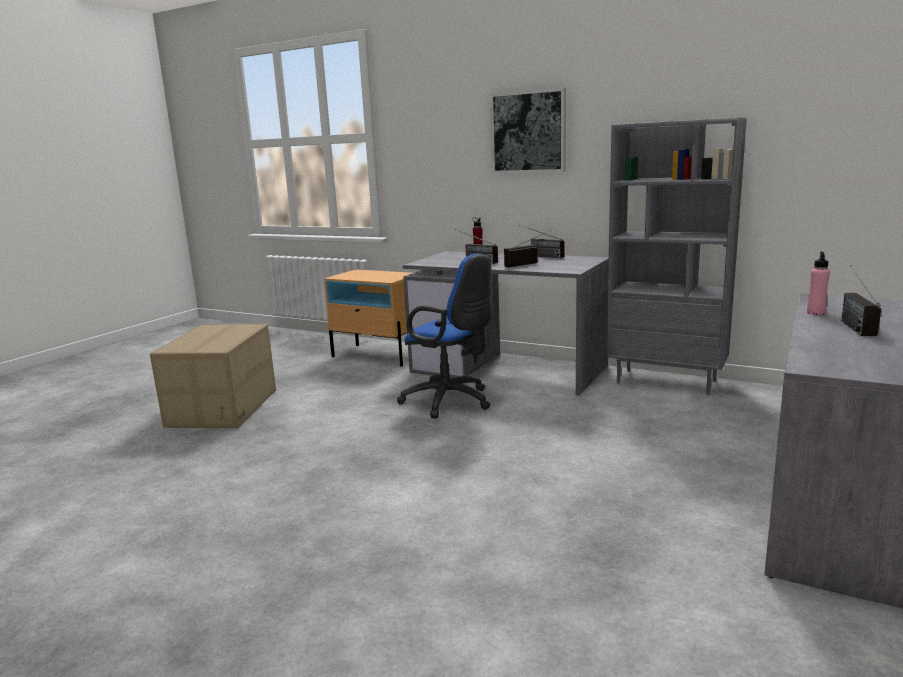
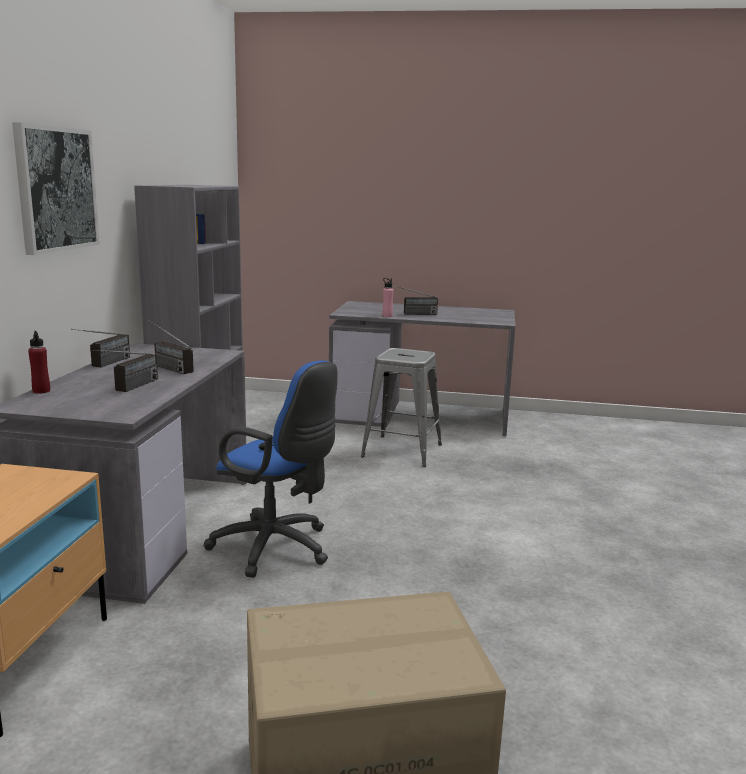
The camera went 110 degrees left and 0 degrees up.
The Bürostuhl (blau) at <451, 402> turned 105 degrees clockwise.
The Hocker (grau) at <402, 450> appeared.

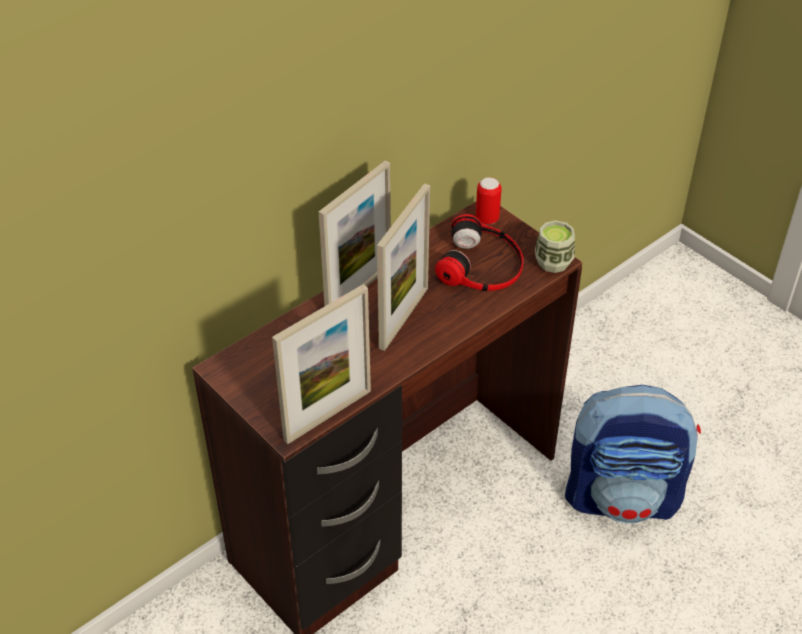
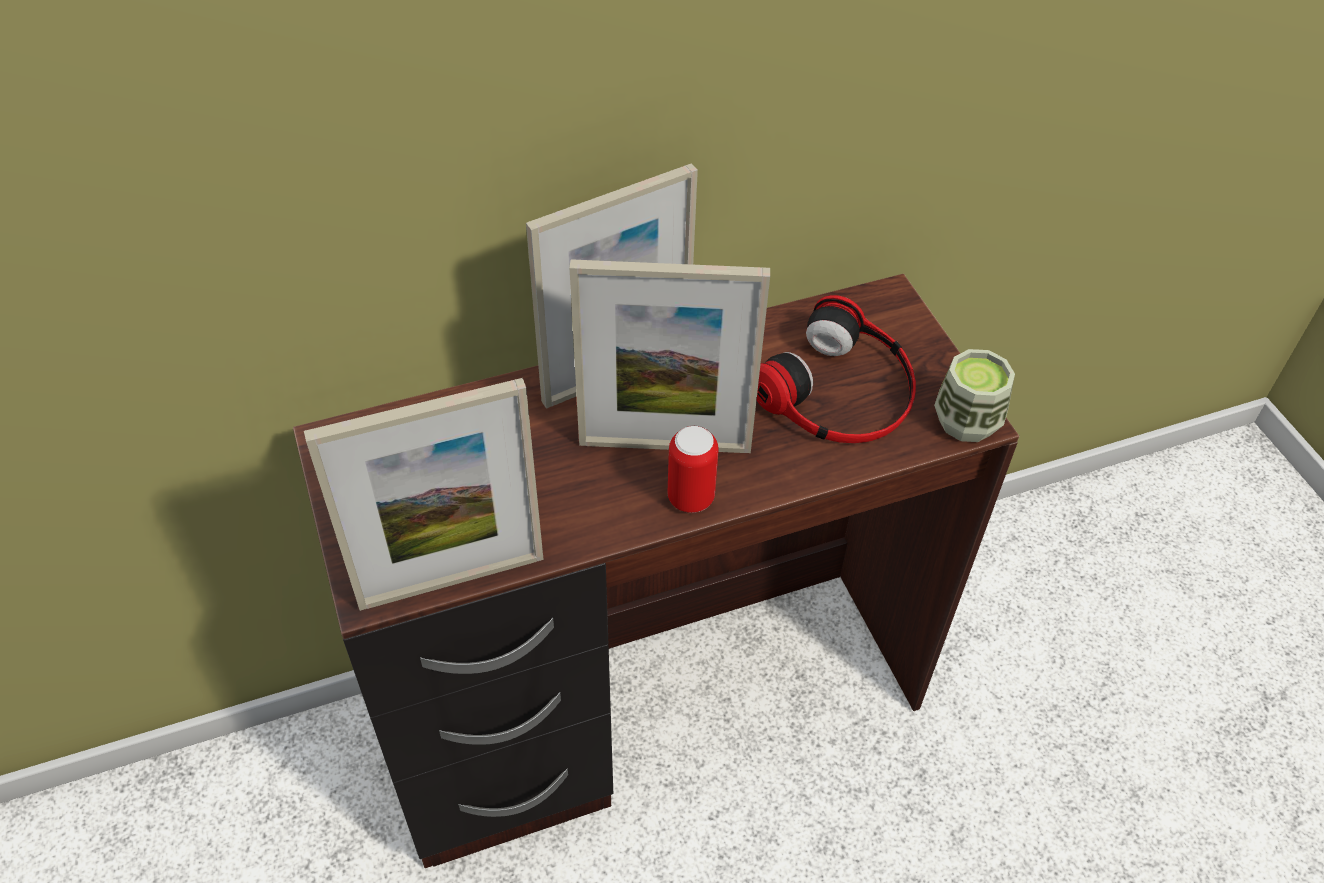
The camera went 20 degrees right and 5 degrees up.
The Bilderrahmen at <404, 318> turned 45 degrees clockwise.
The Dose moved from <487, 219> to <690, 498>.
The Rucksack at <623, 497> disappeared.

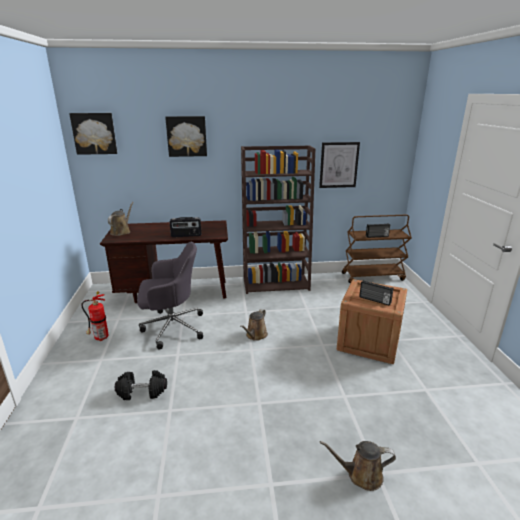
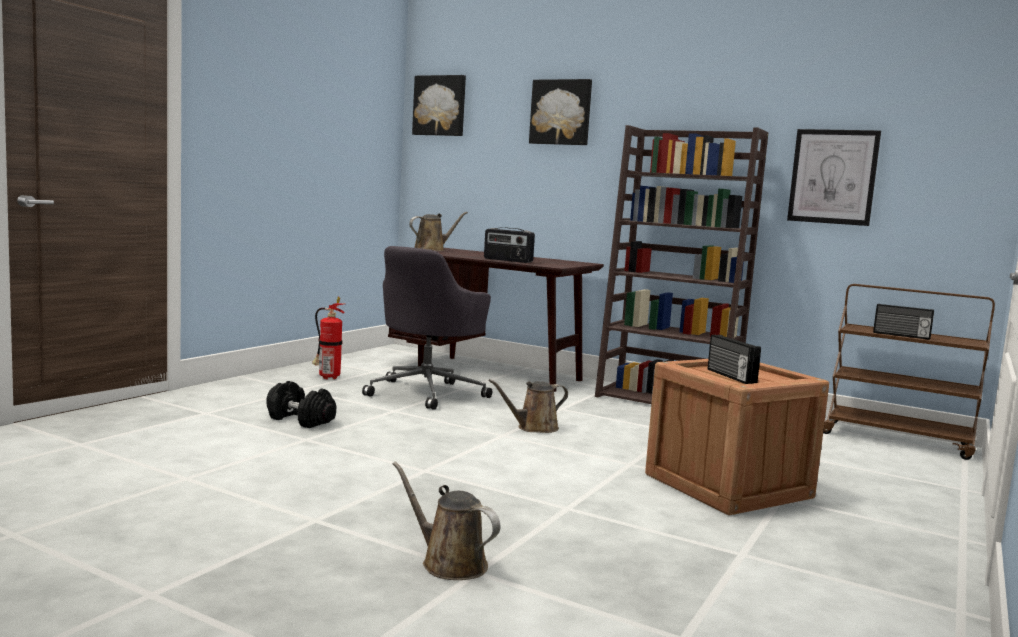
The camera went 35 degrees right and 15 degrees down.
The Bürostuhl (grau) at <171, 327> turned 90 degrees clockwise.

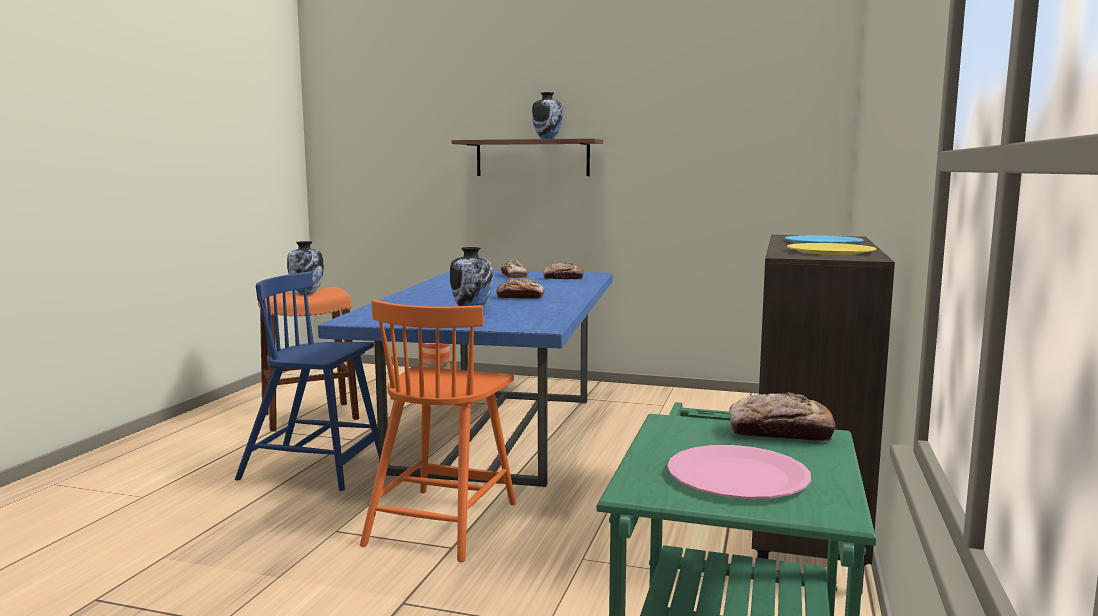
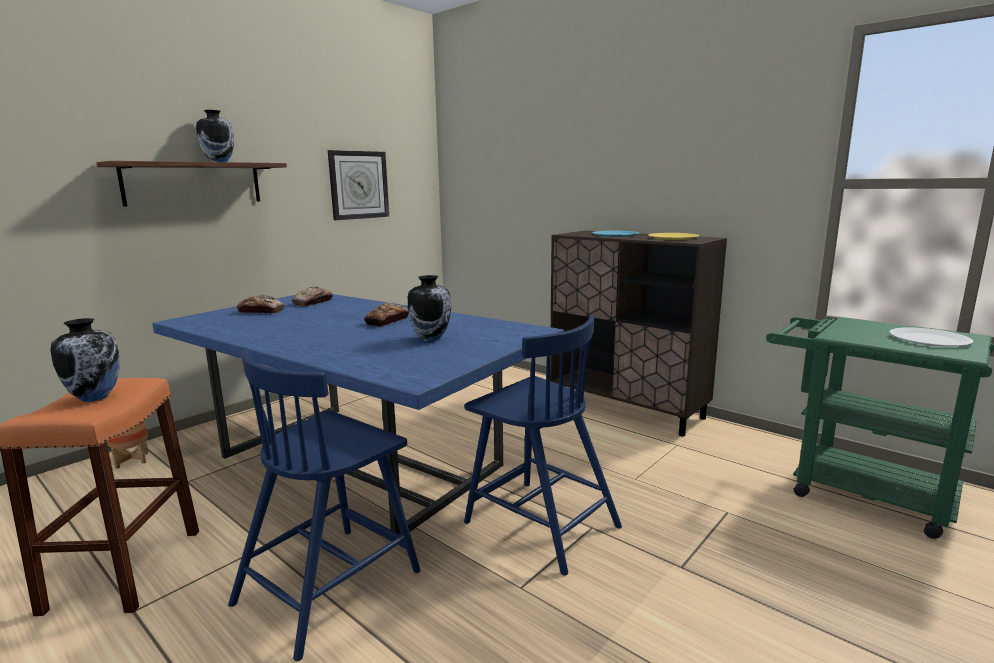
The camera went 65 degrees left and 5 degrees up.
The Stuhl (orange) at <442, 522> became the Stuhl (blau) at <539, 523>.
The Teller (rosa) at <738, 476> became the Teller (weiß) at <929, 339>.
The Brot at <779, 432> disappeared.
The Wanduhr at <358, 185> appeared.

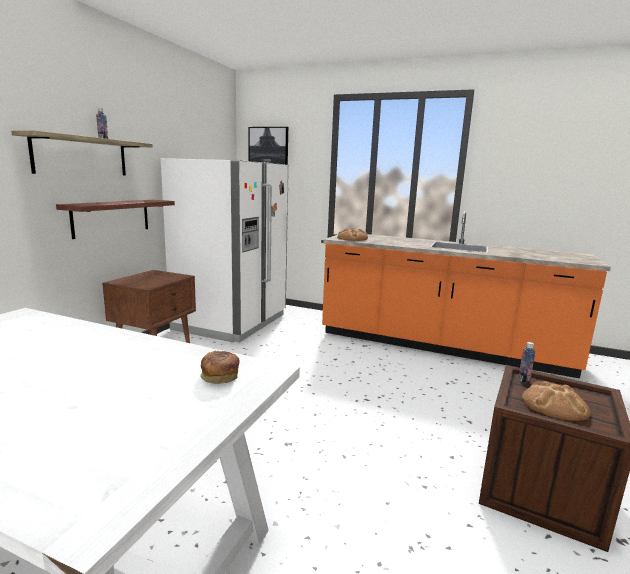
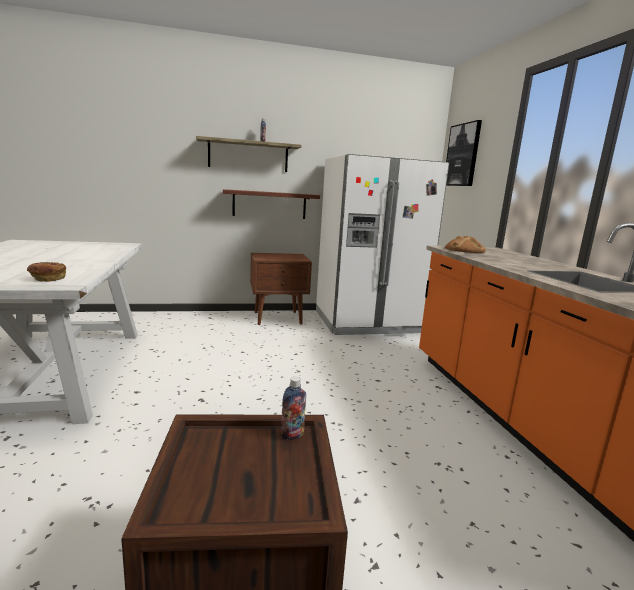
The camera went 55 degrees right and 0 degrees up.
The Brot at <554, 405> disappeared.

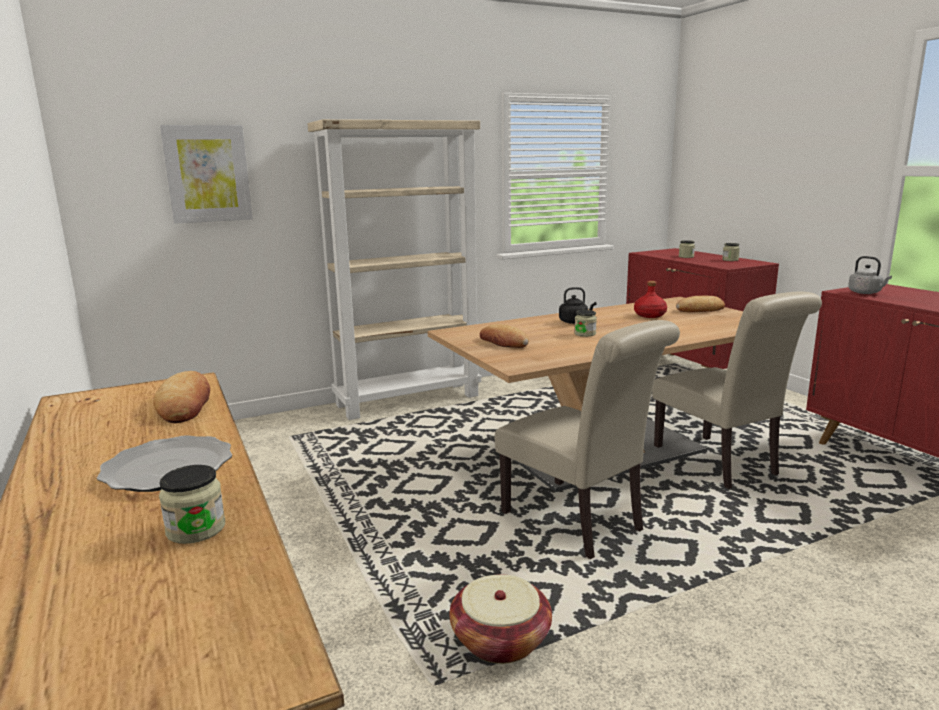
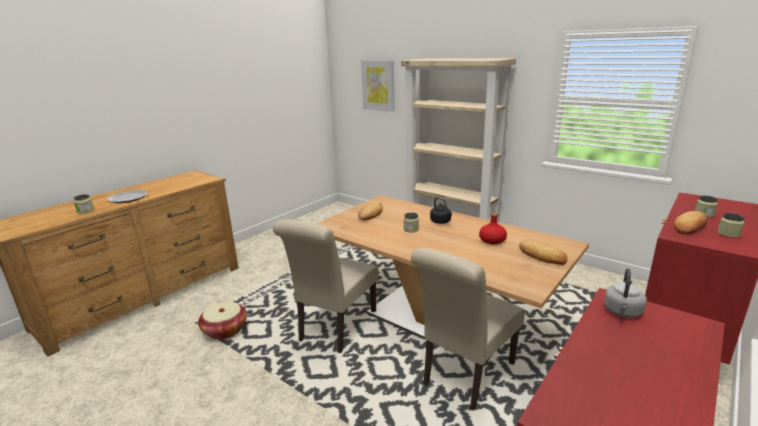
The camera went 65 degrees right and 5 degrees up.
The Brot moved from <185, 404> to <690, 226>.

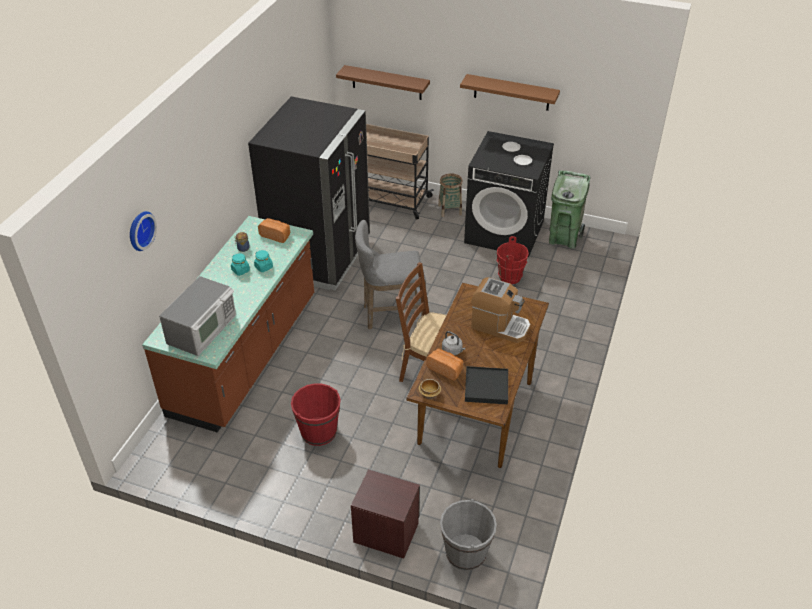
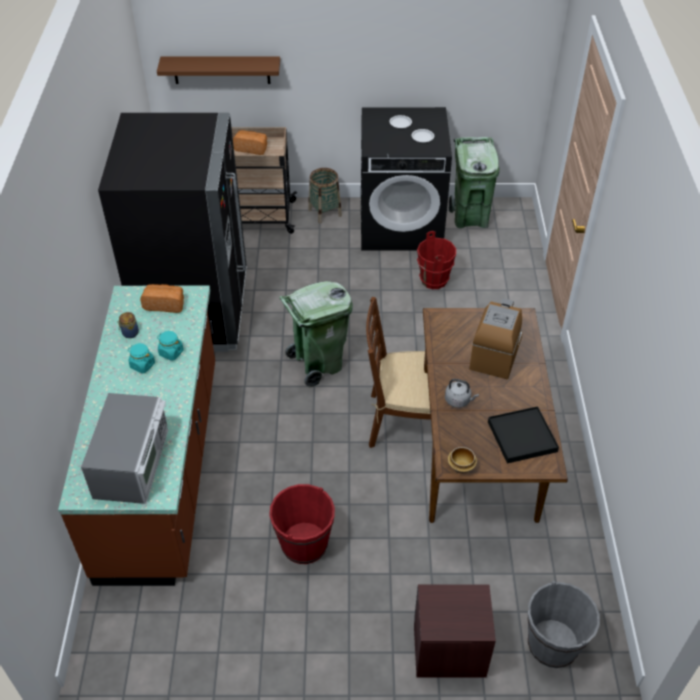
The camera went 20 degrees left and 5 degrees up.
The Wanduhr at <139, 230> disappeared.
The Hocker (grau) at <390, 315> was replaced by the Mülleimer (grün) at <318, 364>.
The Brot moved from <445, 369> to <251, 148>.
The Wandregal (braun) at <511, 92> disappeared.
The Kaffeemaschine at <499, 326> turned 75 degrees counterclockwise.

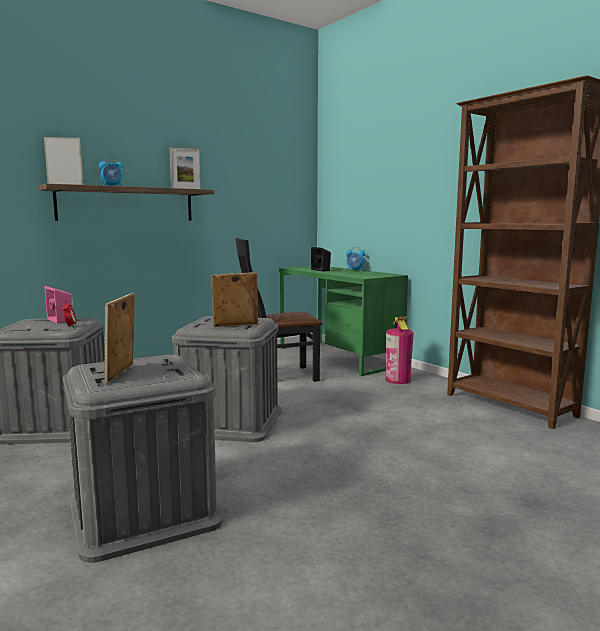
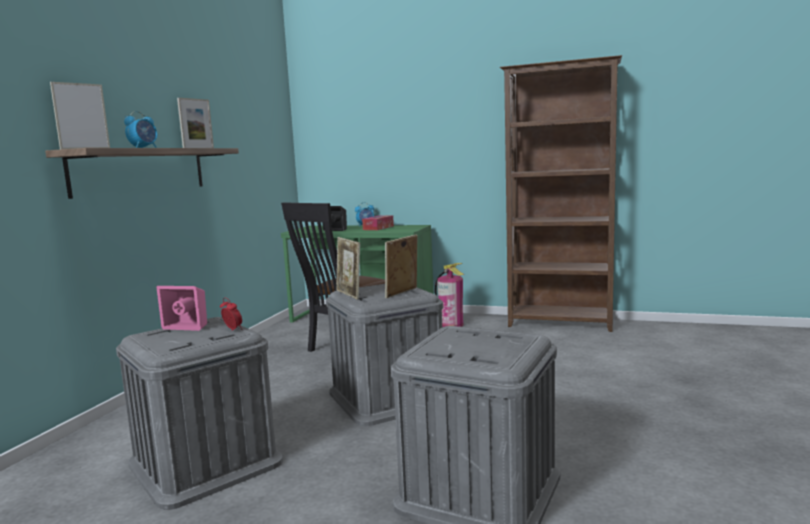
The camera went 35 degrees left and 0 degrees up.
The Bilderrahmen moved from <122, 374> to <349, 294>.
The Taschentuchbox at <378, 228> appeared.

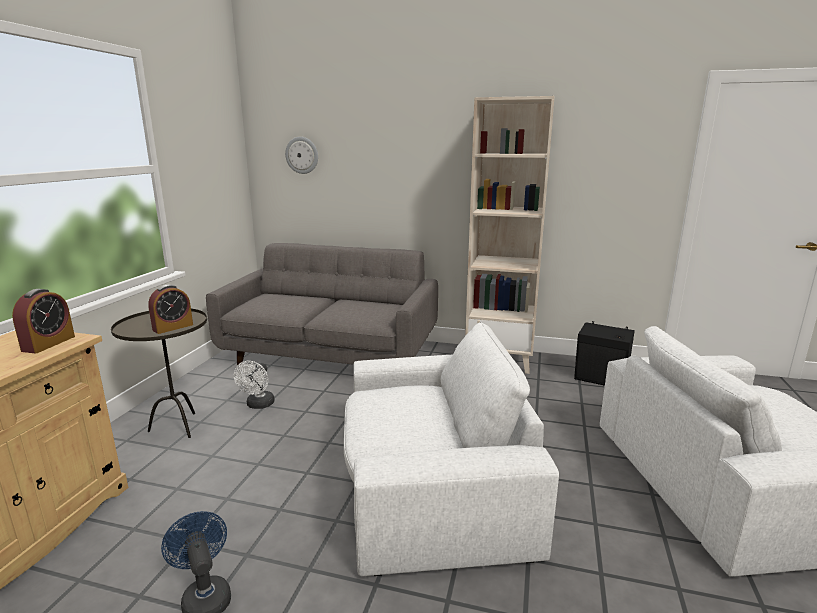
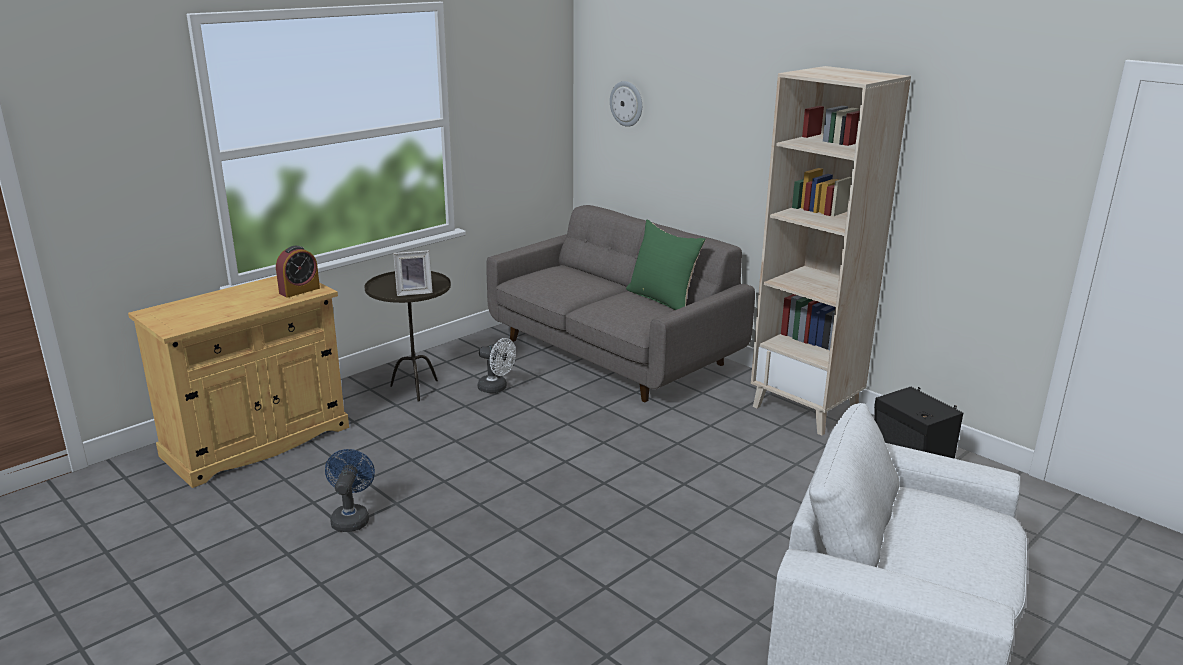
The camera went 30 degrees right and 5 degrees up.
The Wecker at <173, 327> was replaced by the Bilderrahmen at <414, 292>.
The Ventilator (weiß) at <258, 405> turned 105 degrees counterclockwise.
The Sessel (weiß) at <432, 485> disappeared.
The Kissen (grün) at <663, 299> appeared.

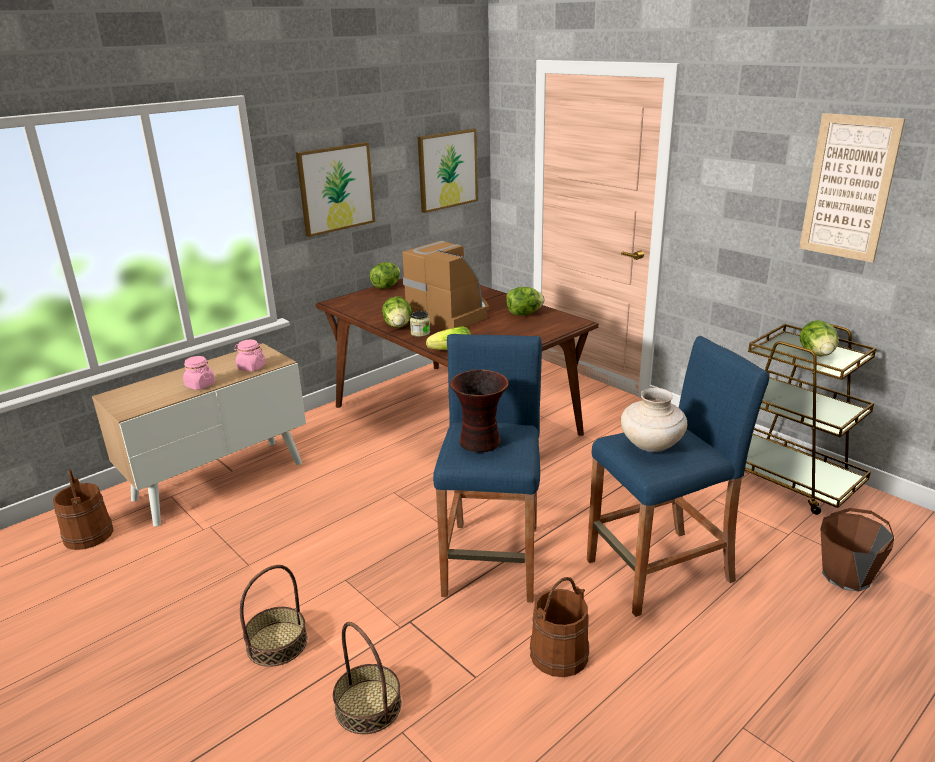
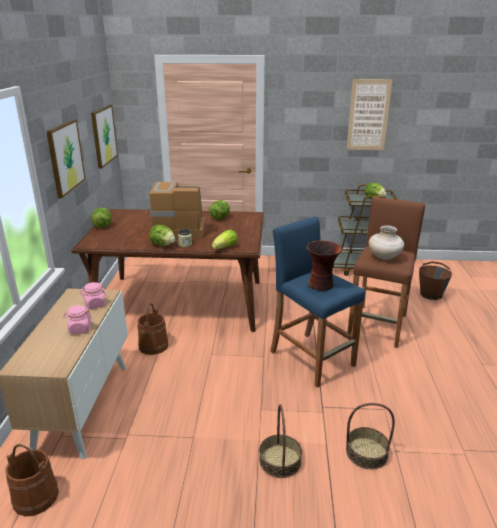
The camera went 45 degrees left and 0 degrees up.
The Eimer (braun) moved from <558, 653> to <153, 345>.
The Hocker (blau) at <659, 571> became the Hocker (braun) at <378, 325>.

